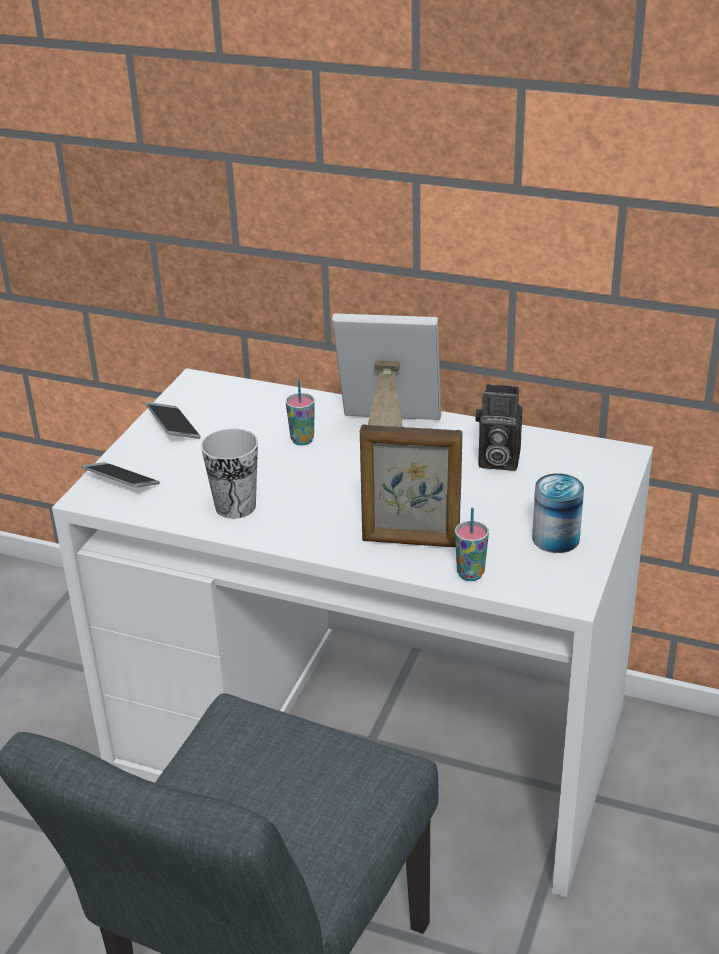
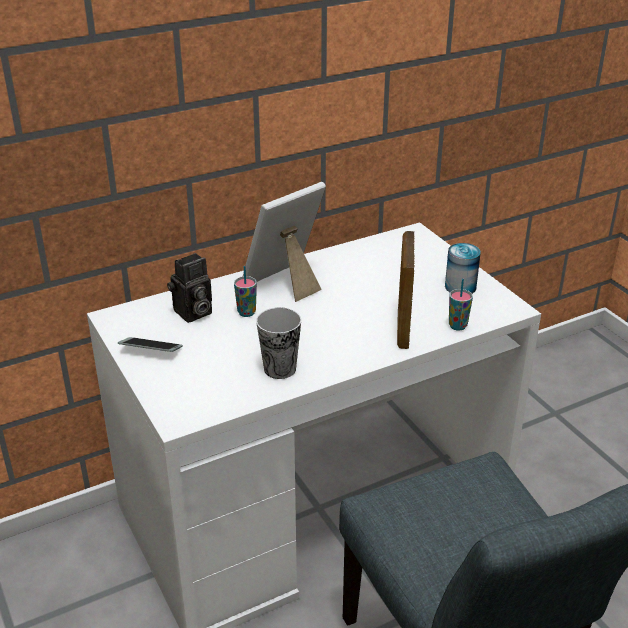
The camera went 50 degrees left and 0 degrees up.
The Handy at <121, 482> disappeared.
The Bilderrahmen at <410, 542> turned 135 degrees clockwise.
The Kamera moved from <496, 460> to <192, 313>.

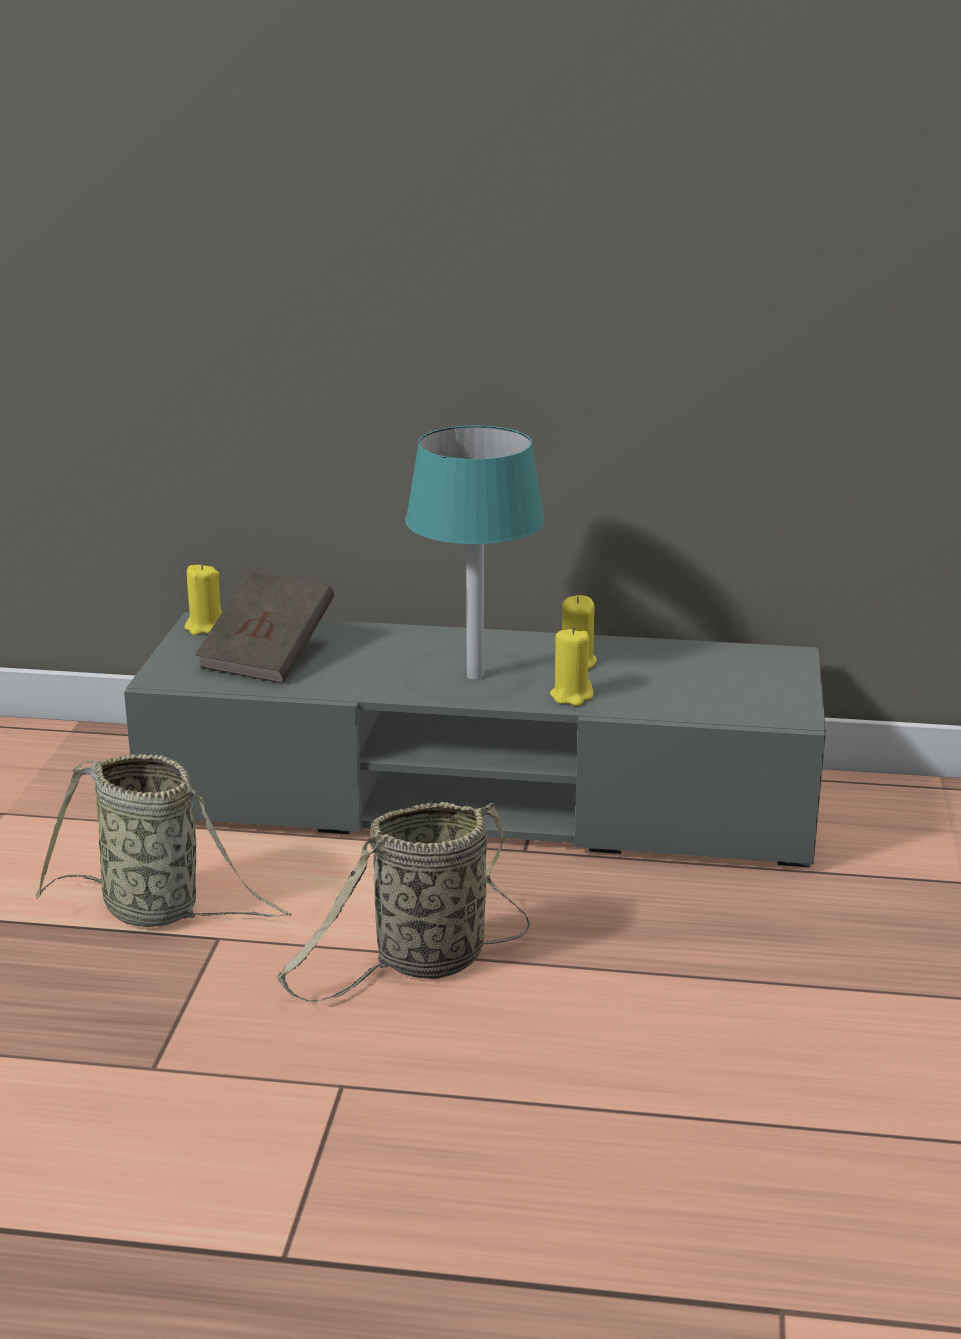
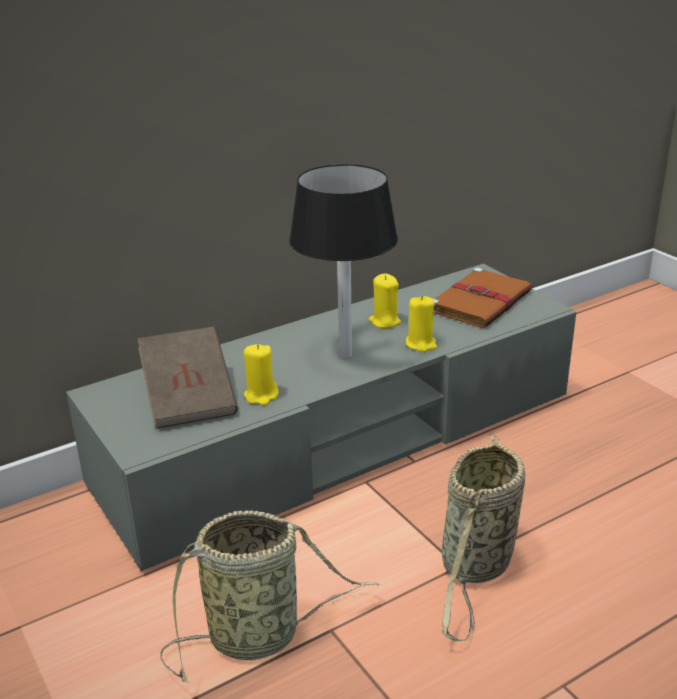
The camera went 40 degrees left and 5 degrees up.
The Kerze (gelb) moved from <205, 627> to <261, 395>.
The Tischlampe (türkis) at <475, 676> became the Tischlampe (schwarz) at <345, 355>.
The Buch (braun) at <481, 301> appeared.

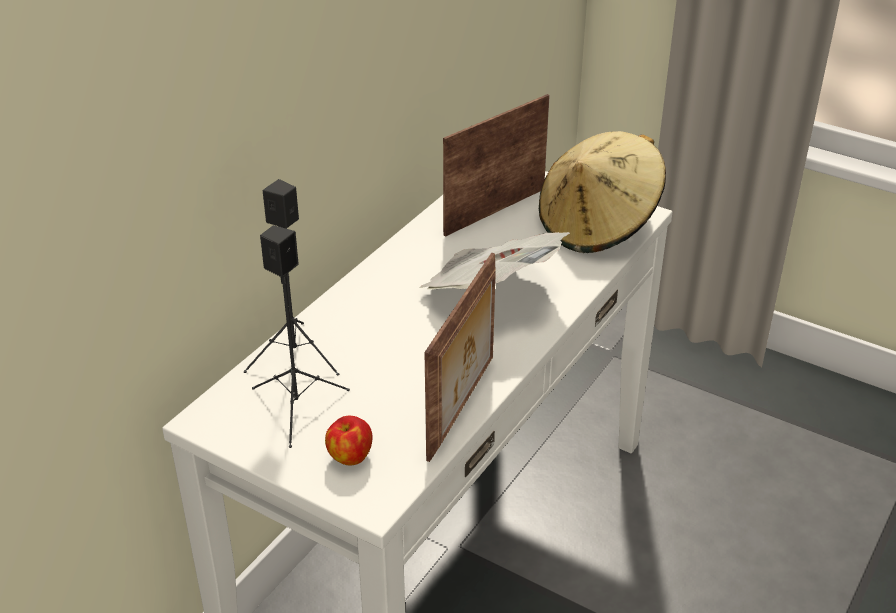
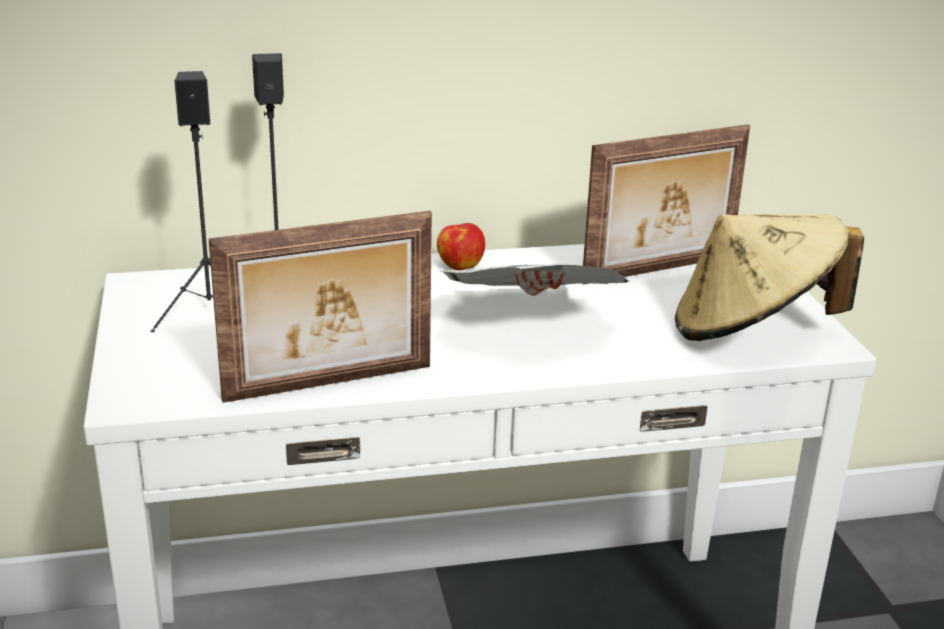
The camera went 45 degrees right and 10 degrees down.
The Apfel moved from <349, 457> to <460, 265>.
The Bilderrahmen at <493, 210> turned 150 degrees clockwise.

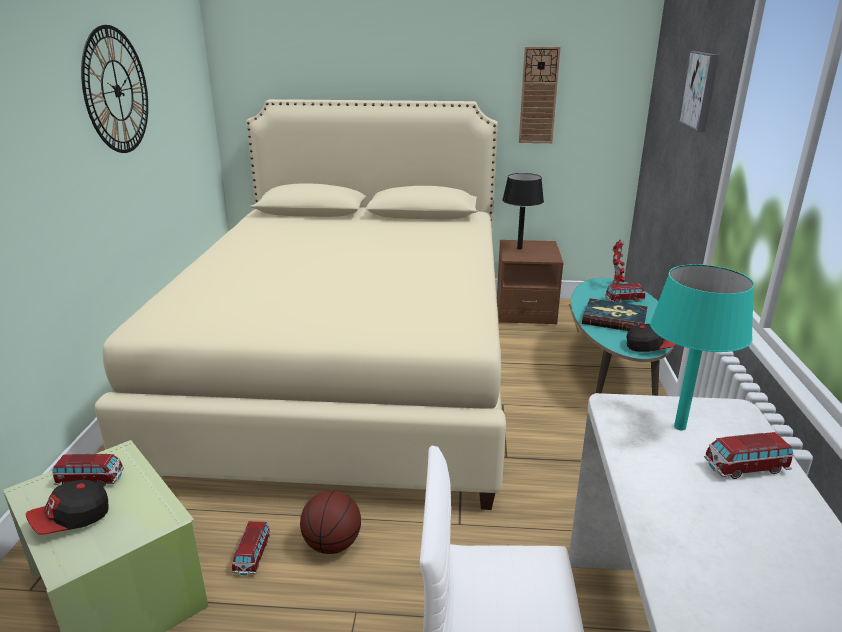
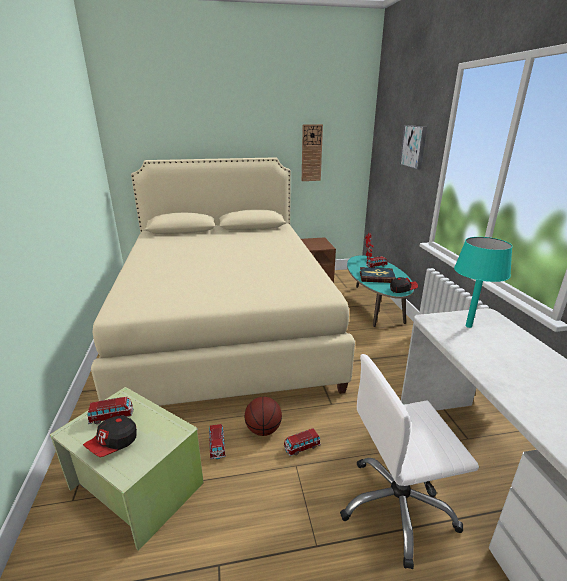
The camera went 15 degrees left and 0 degrees up.
The Wanduhr at <117, 90> disappeared.
The Tischlampe (schwarz) at <519, 248> disappeared.
The Spielzeugauto moved from <745, 468> to <302, 447>.

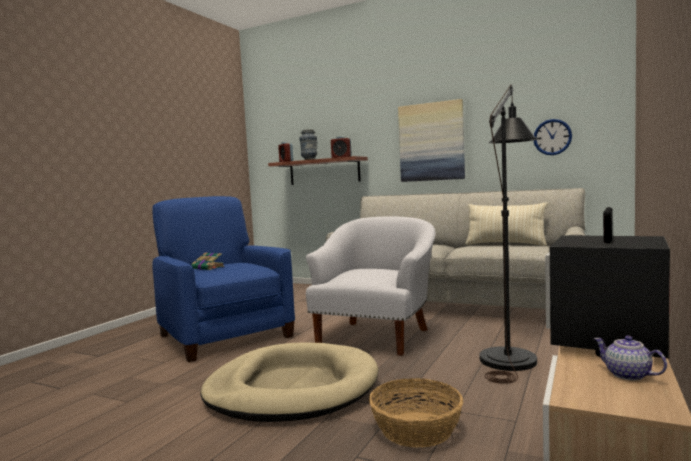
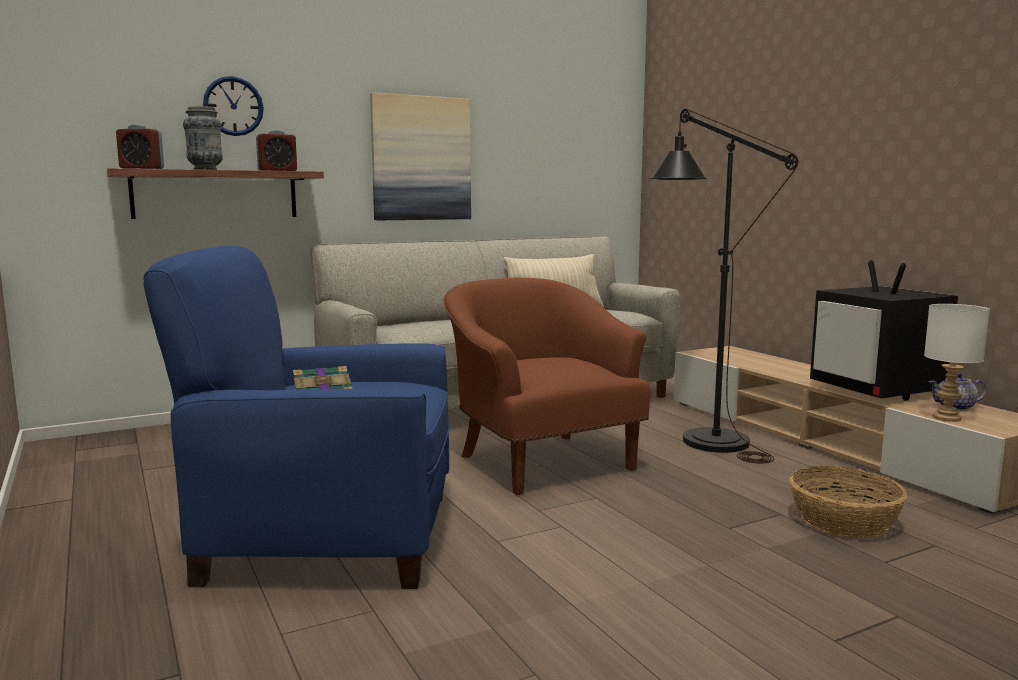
The camera went 55 degrees left and 5 degrees up.
The Hundebett (beige) at <292, 389> disappeared.
The Sessel (weiß) at <376, 336> became the Sessel (braun) at <542, 461>.
The Wanduhr moved from <552, 137> to <233, 106>.
The Tischlampe (weiß) at <948, 418> appeared.

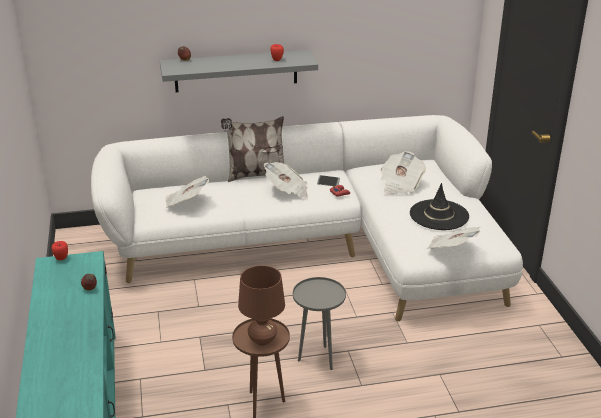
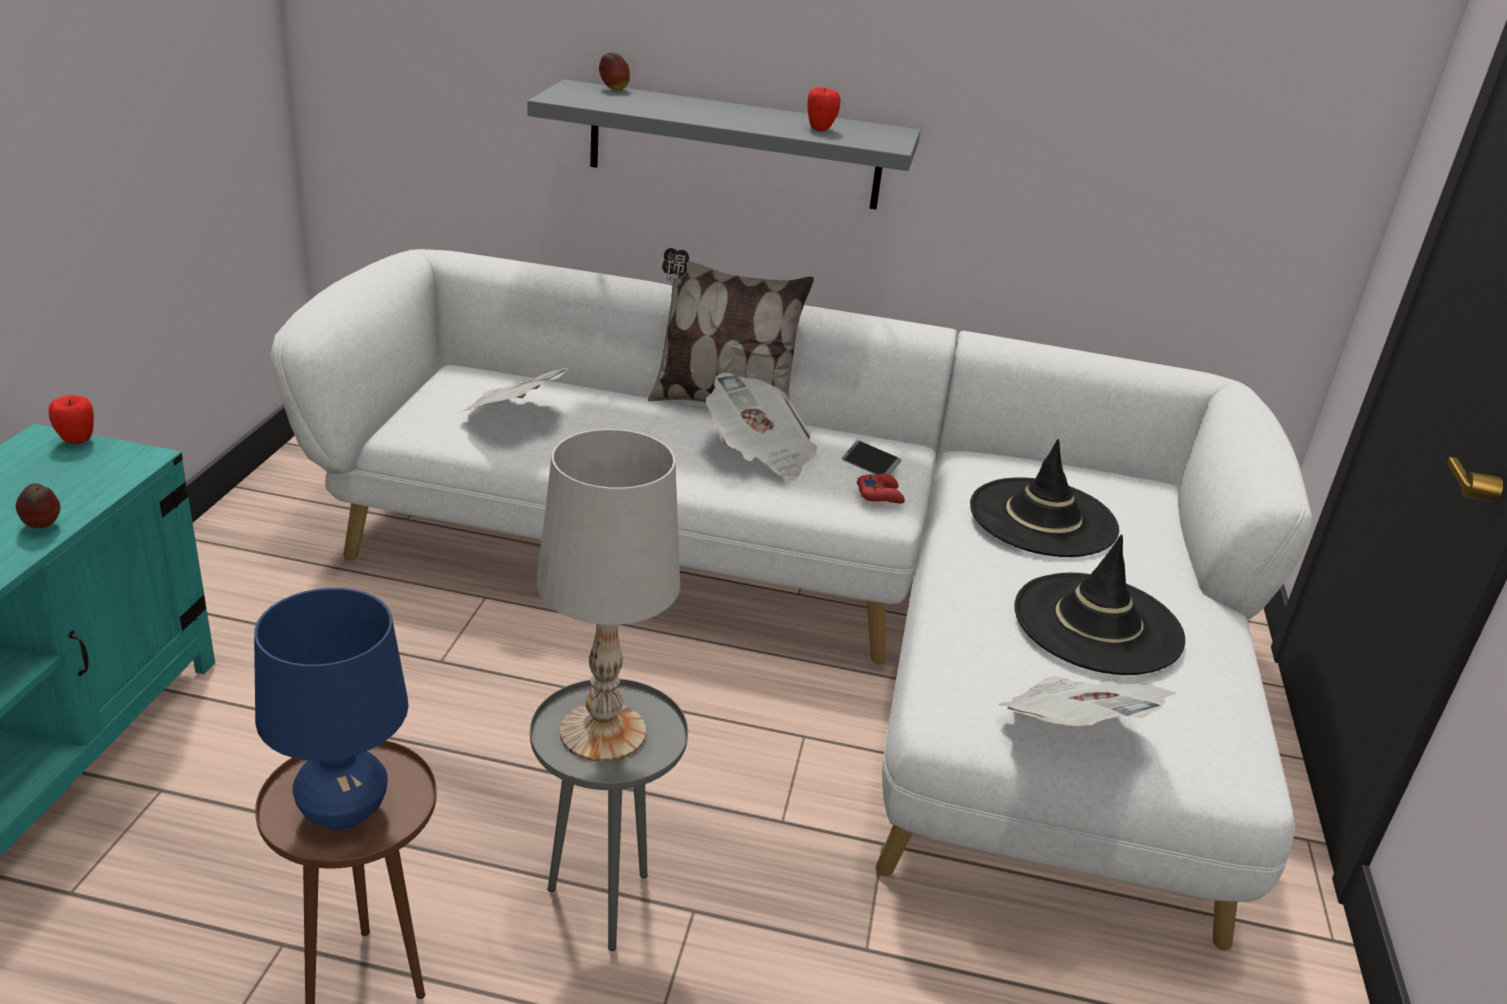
The camera went 20 degrees right and 0 degrees up.
The Tischlampe (braun) at <262, 340> became the Tischlampe (blau) at <344, 812>.
The Zeitung at <400, 185> was replaced by the Hut (schwarz) at <1043, 518>.
The Tischlampe (weiß) at <602, 731> appeared.

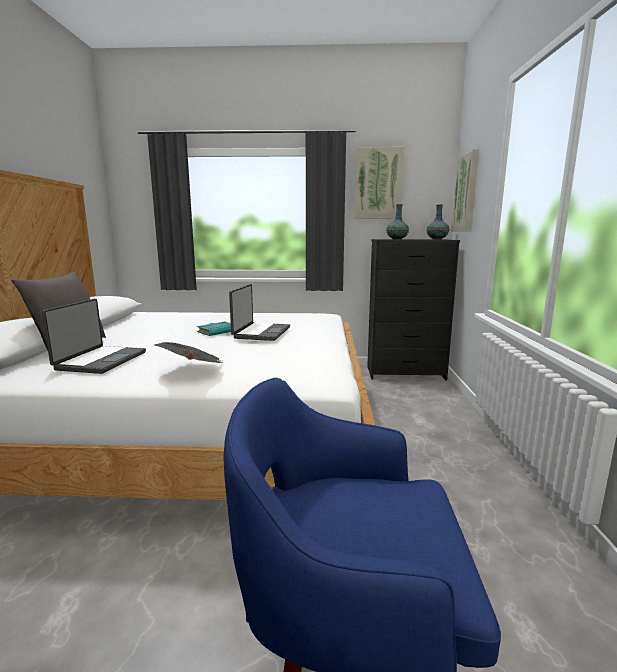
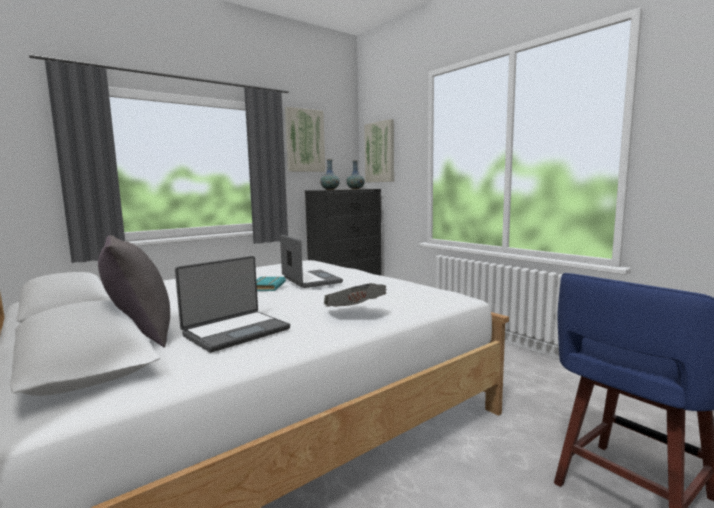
The camera went 40 degrees left and 5 degrees down.
The Laptop at <100, 360> turned 75 degrees clockwise.

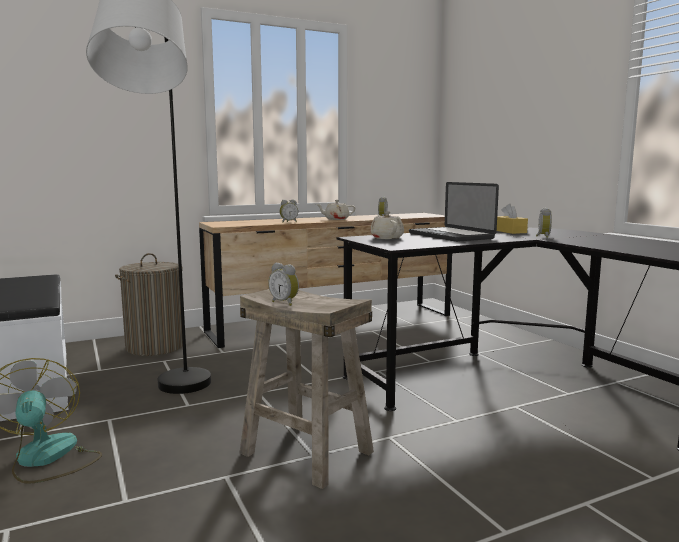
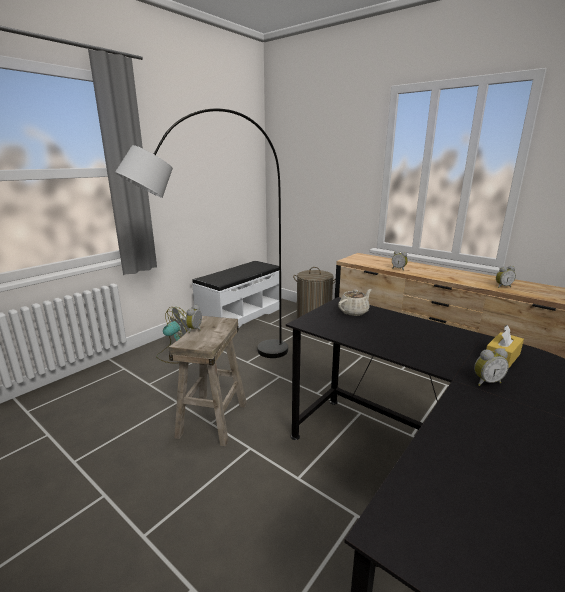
The camera went 65 degrees right and 10 degrees up.
The Teekanne (beige) at <336, 219> disappeared.
The Laptop at <450, 236> disappeared.

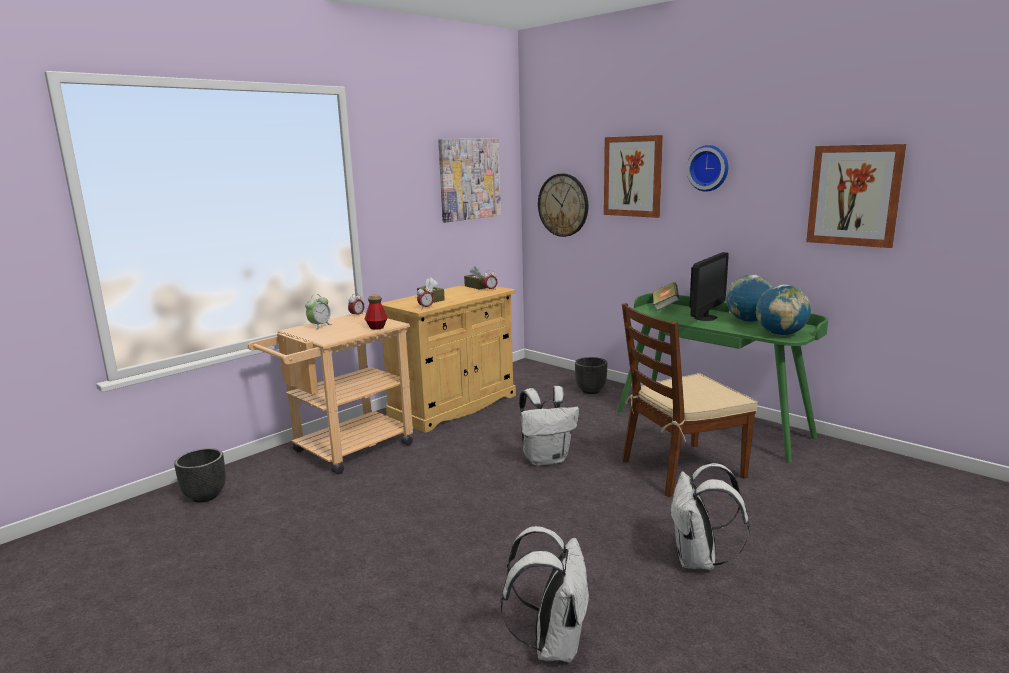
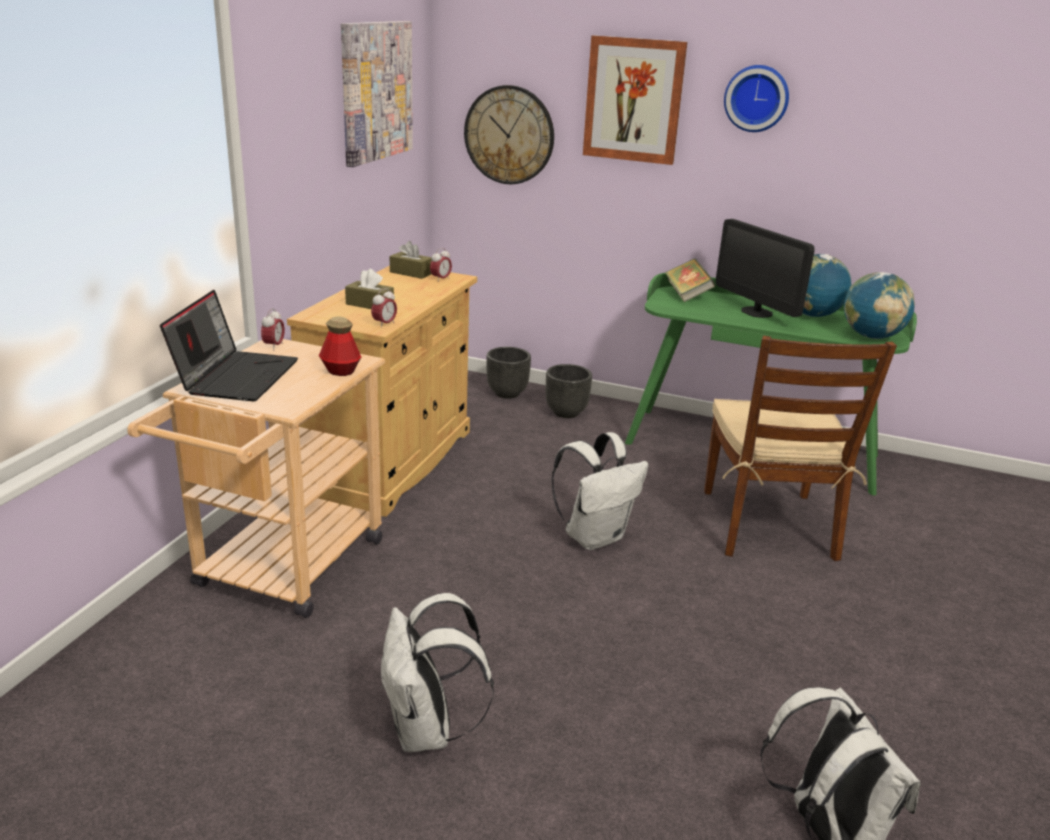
The camera went 25 degrees left and 10 degrees up.
The Pflanzkübel (schwarz) moved from <206, 496> to <507, 393>.
The Wecker at <319, 326> was replaced by the Laptop at <236, 376>.
The Stuhl (braun) at <681, 469> turned 45 degrees counterclockwise.
The Rucksack (weiß) moved from <699, 560> to <427, 731>.
The Monitor at <705, 317> turned 135 degrees clockwise.
The Bild at <854, 195> disappeared.

